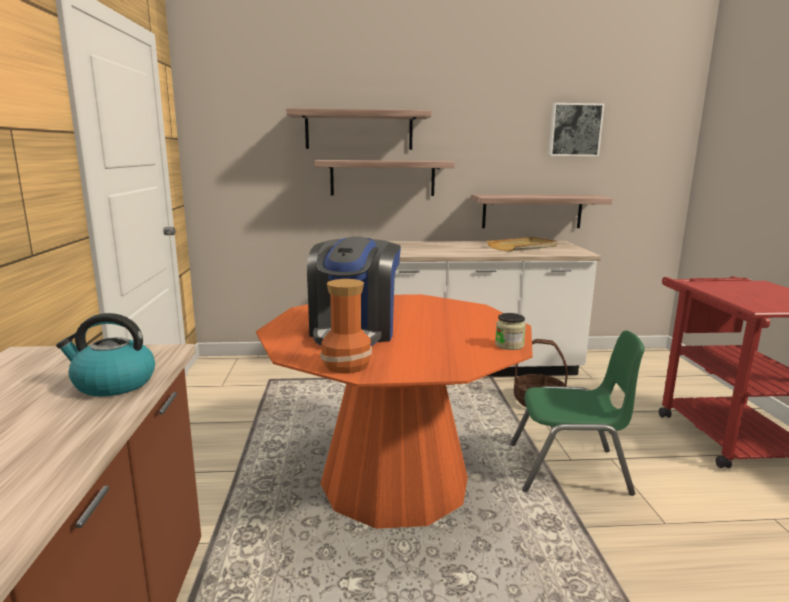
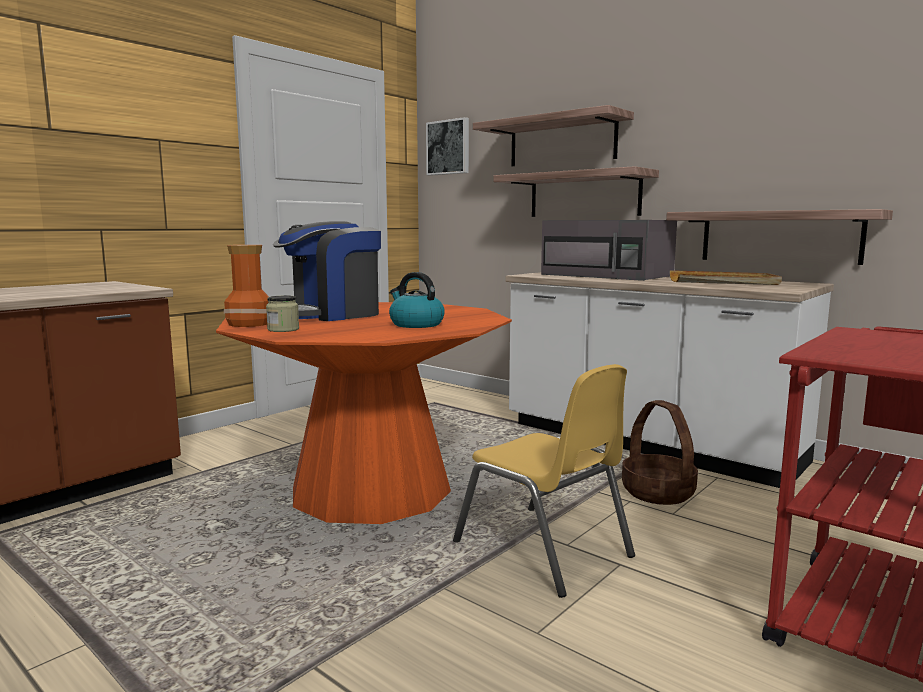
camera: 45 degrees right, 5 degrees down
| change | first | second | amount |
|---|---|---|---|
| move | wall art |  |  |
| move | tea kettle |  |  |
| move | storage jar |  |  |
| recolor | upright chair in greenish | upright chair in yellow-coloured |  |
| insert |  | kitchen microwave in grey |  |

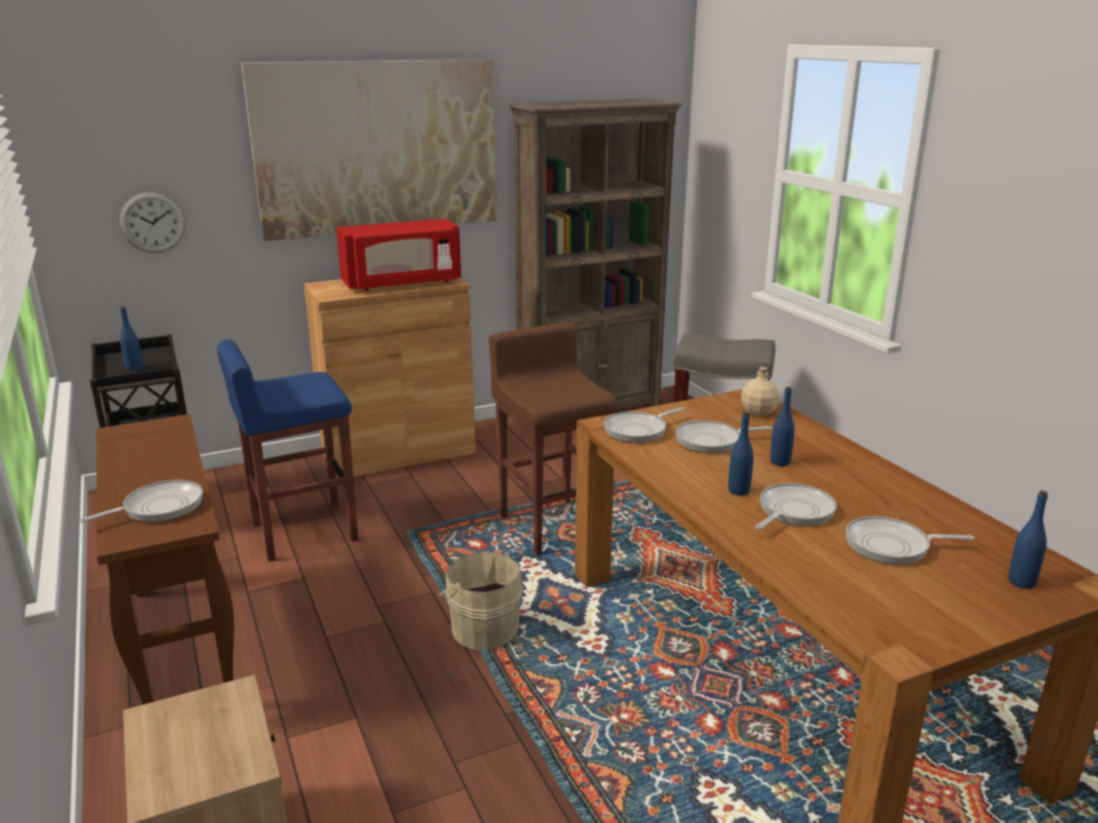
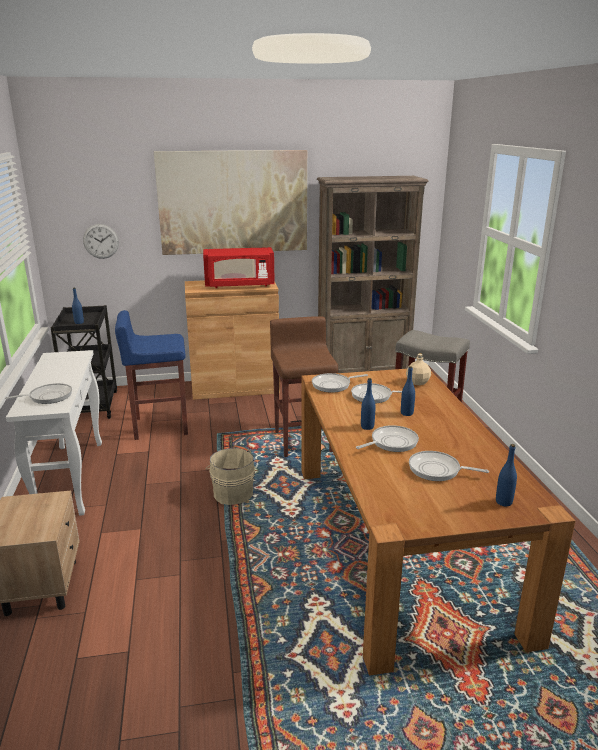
camera: 15 degrees right, 0 degrees up
| change | first | second | amount |
|---|---|---|---|
| recolor | console table in brownish | console table in whitish |  |

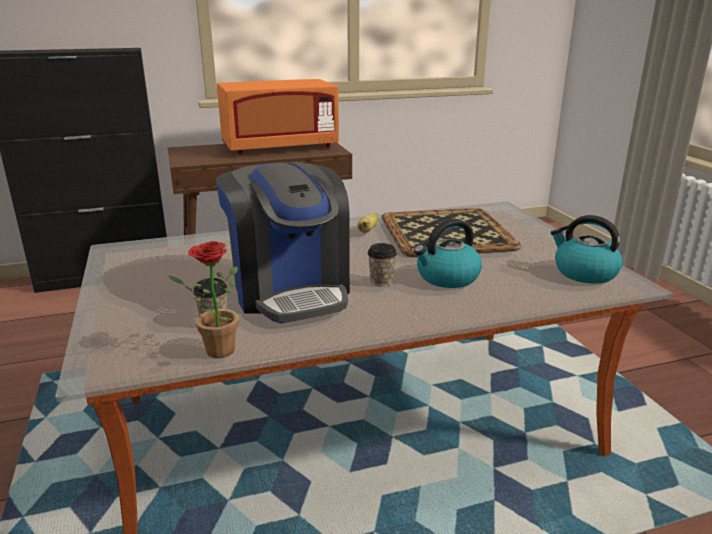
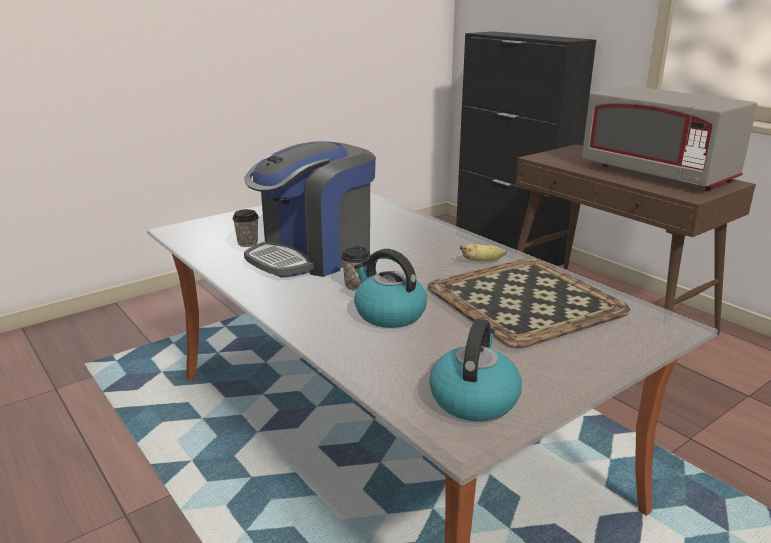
camera: 70 degrees right, 0 degrees up
| change | first | second | amount |
|---|---|---|---|
| recolor | kitchen microwave in orangey | kitchen microwave in grey |  |
| delete | houseplant |  |  |

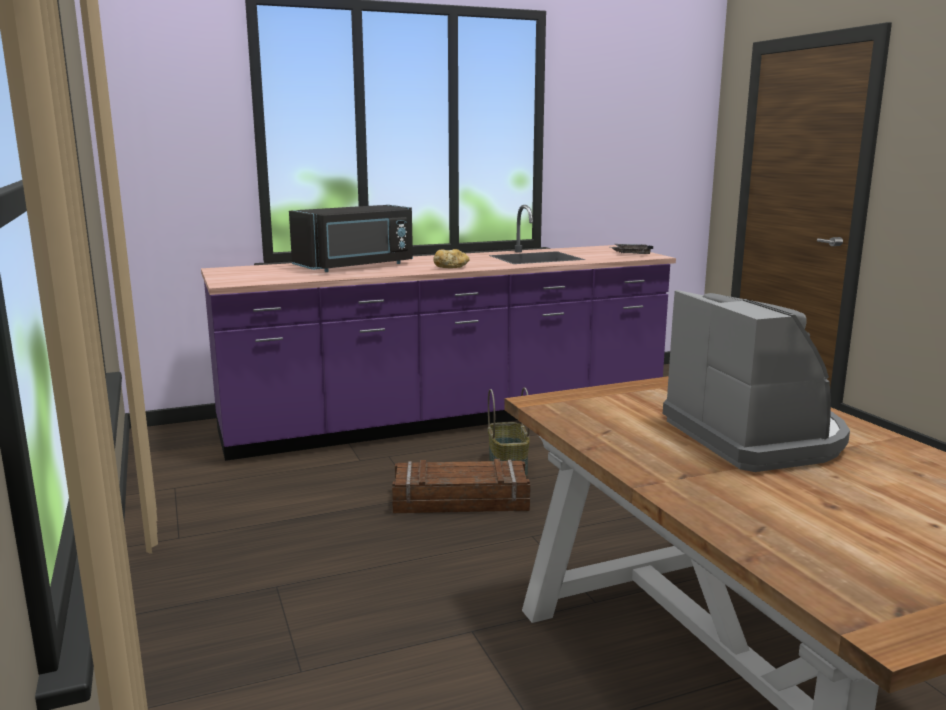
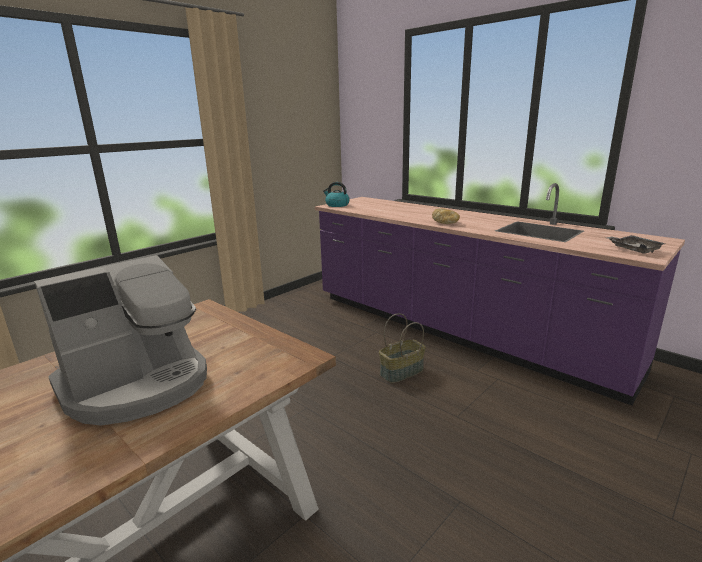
camera: 65 degrees right, 5 degrees up
| change | first | second | amount |
|---|---|---|---|
| delete | kitchen microwave in blackish |  |  |
| delete | packing crate |  |  |
| insert |  | tea kettle |  |

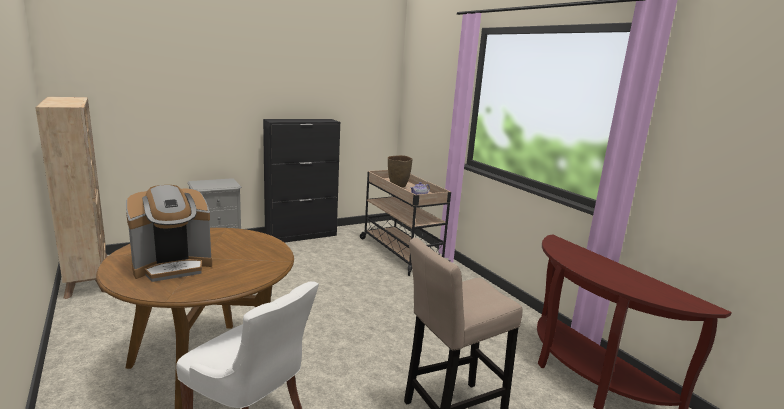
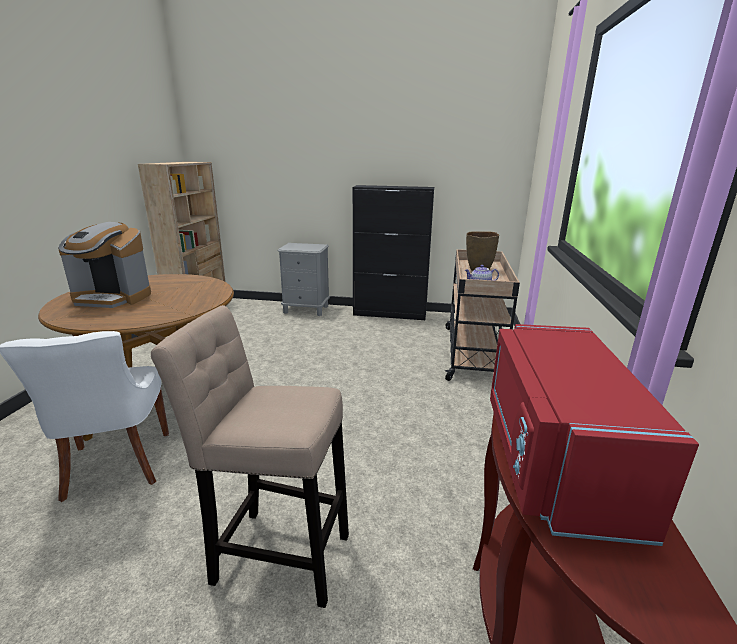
camera: 40 degrees right, 5 degrees up
| change | first | second | amount |
|---|---|---|---|
| insert |  | kitchen microwave in reddish |  |

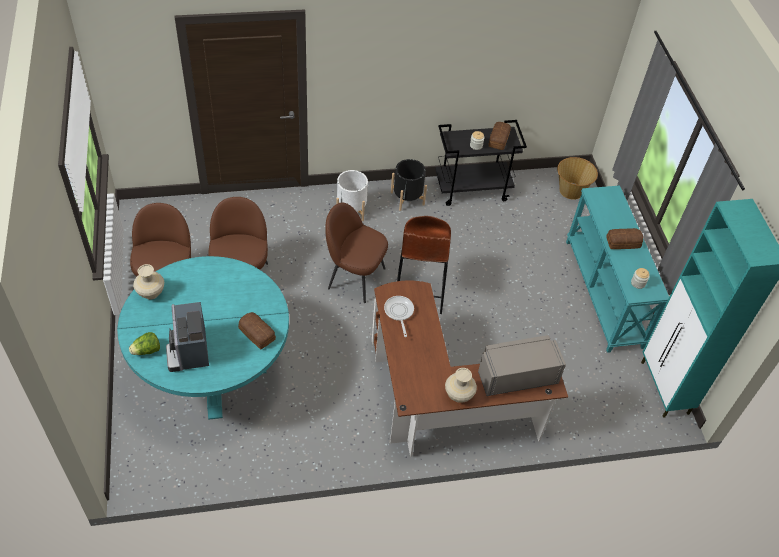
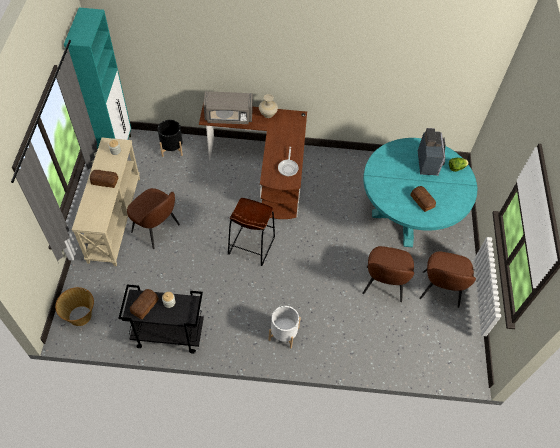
camera: 165 degrees left, 5 degrees up
| change | first | second | amount |
|---|---|---|---|
| move | plant pot in blackish |  |  |
| recolor | console table in turquoise | console table in beige |  |
| move | upright chair in brownish (3rd from left in the first image) | upright chair in brownish (1st from left) |  |
| delete | vase in beige (1st from left) |  |  |
| move | bread (1st from left in the first image) | bread (3rd from left) |  |

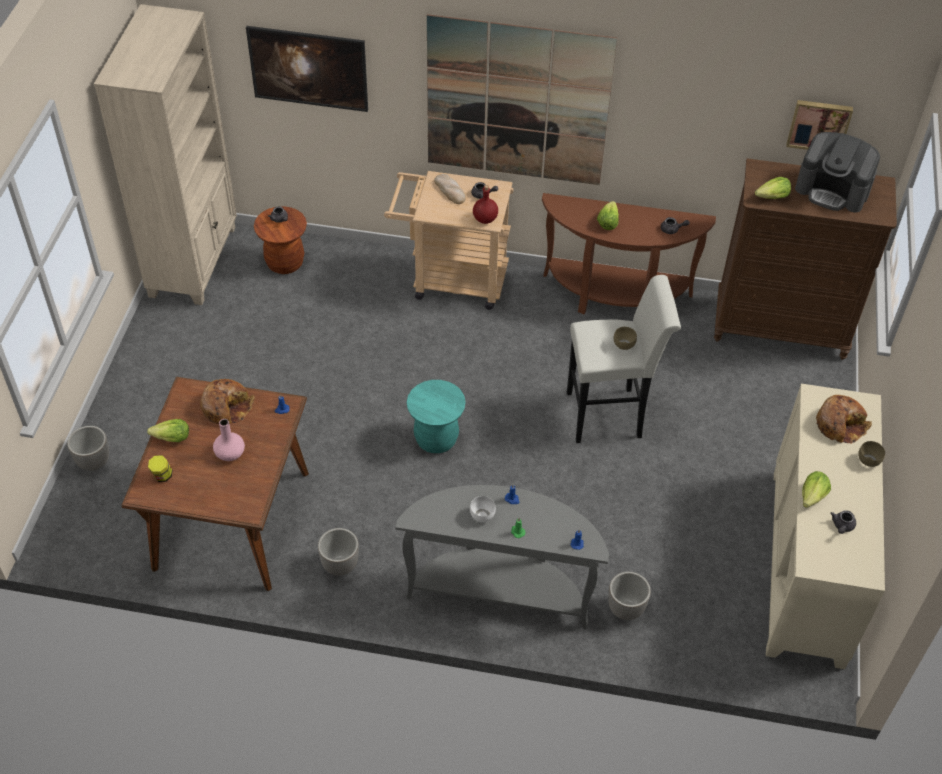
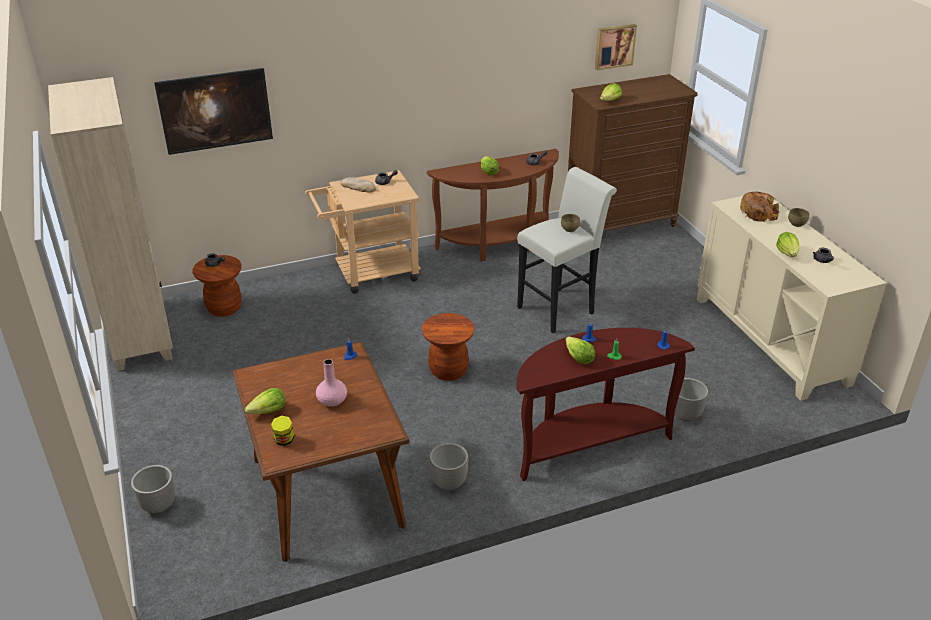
camera: 30 degrees left, 15 degrees down
| change | first | second | amount |
|---|---|---|---|
| delete | wall art (2nd from left) |  |  |
| delete | coffee brewer |  |  |
| delete | beverage bottle in reddish |  |  |
| delete | bread (1st from left) |  |  |
| recolor | stool seat in turquoise | stool seat in brownish (2nd from left) |  |
| recolor | console table in grey | console table in brownish (2nd from left) |  |
| replace | bowl in whitish | lettuce head (3rd from left) |  |

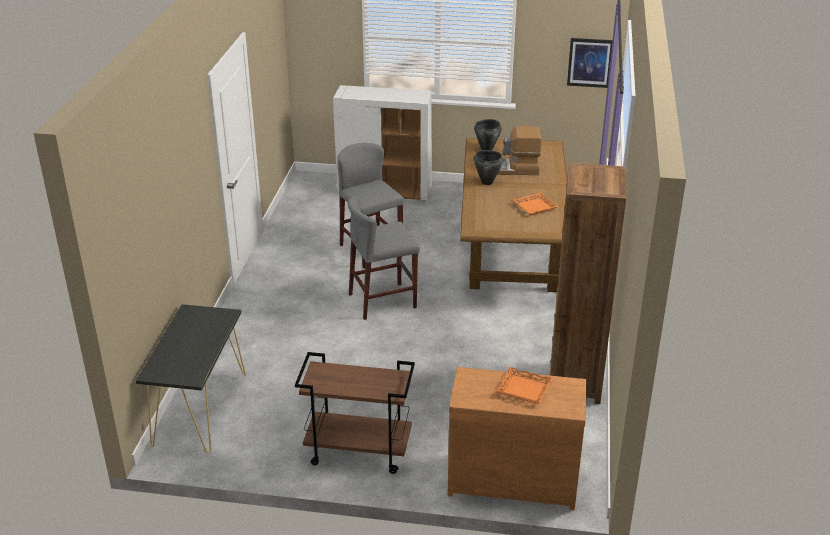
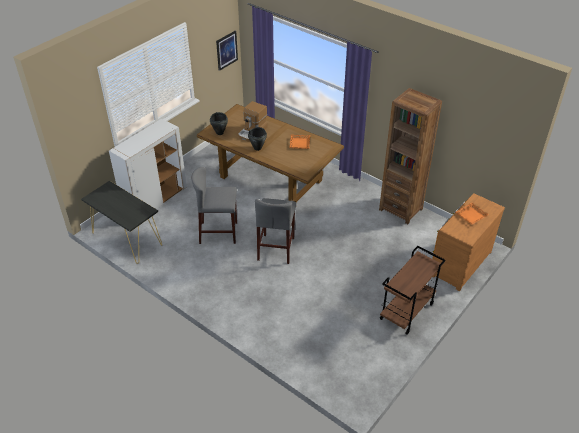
camera: 60 degrees left, 10 degrees up
| change | first | second | amount |
|---|---|---|---|
| move | console table in blackish |  |  |

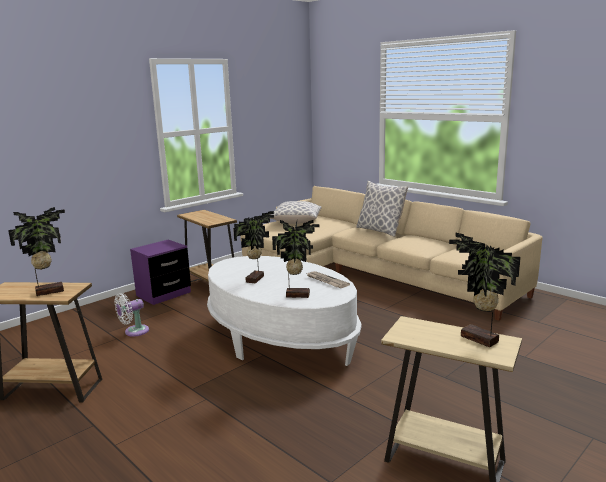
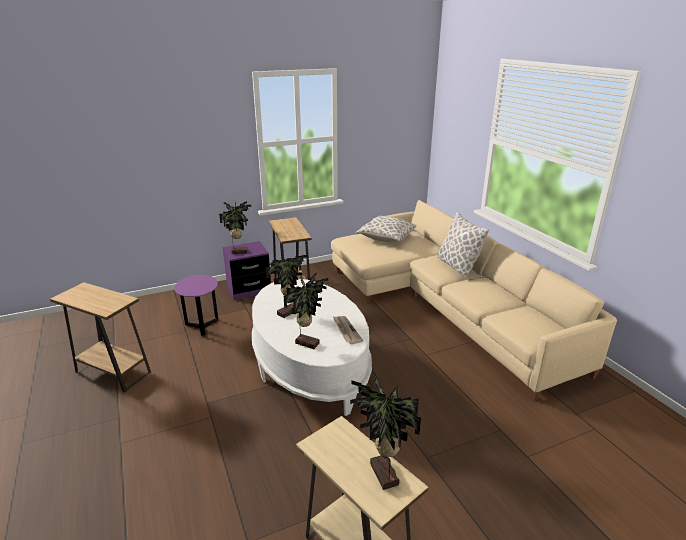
camera: 20 degrees right, 10 degrees up
| change | first | second | amount |
|---|---|---|---|
| move | houseplant (1st from left) |  |  |
| replace | cooling fan in whitish | side table in purple-coloured |  |

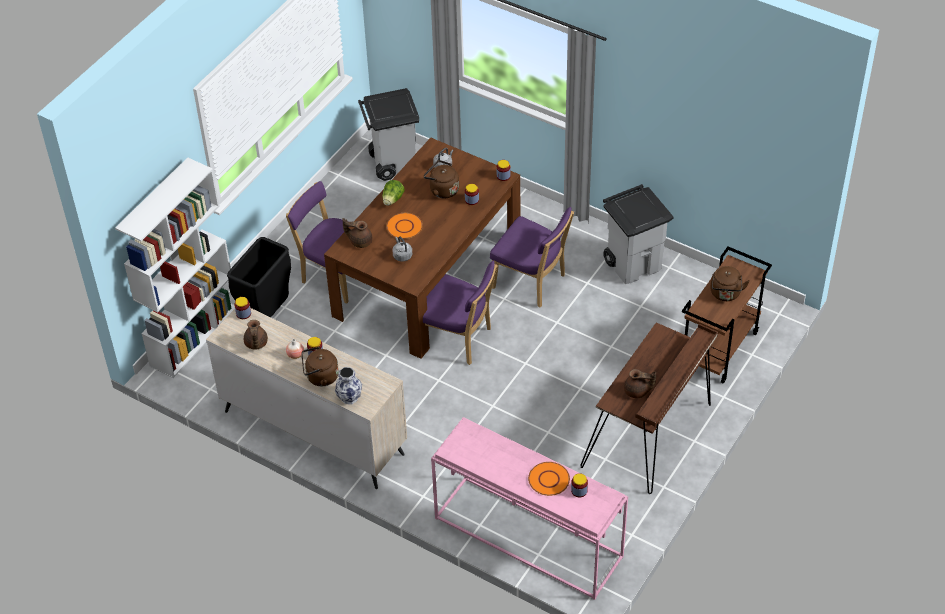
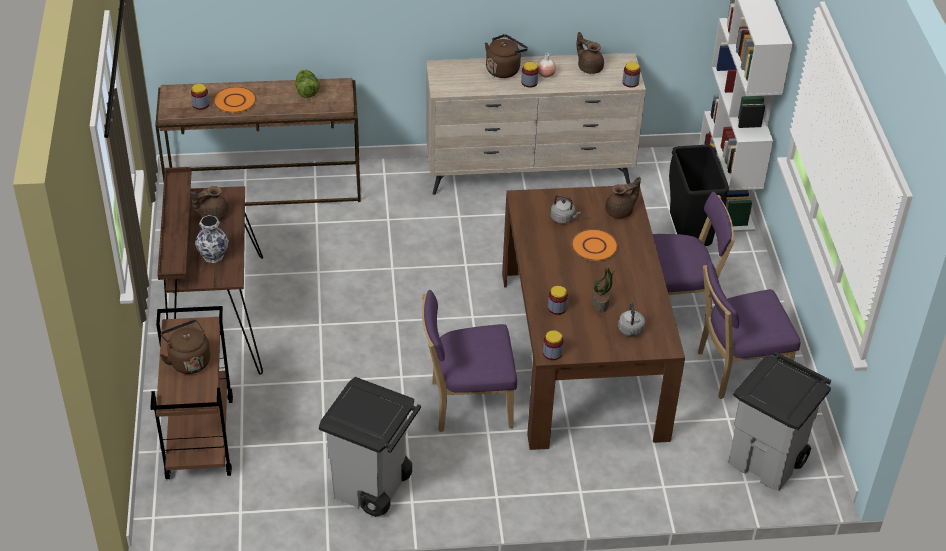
camera: 140 degrees right, 5 degrees down
| change | first | second | amount |
|---|---|---|---|
| replace | tea kettle in brownish (2nd from left) | houseplant |  |
| move | lettuce head |  |  |
| move | upright chair in purple-coloured (2nd from left in the first image) | upright chair in purple-coloured (3rd from left) |  |
| move | vase (2nd from left in the first image) | vase (1st from left) |  |
| recolor | console table in pink-coloured | console table in brownish |  |

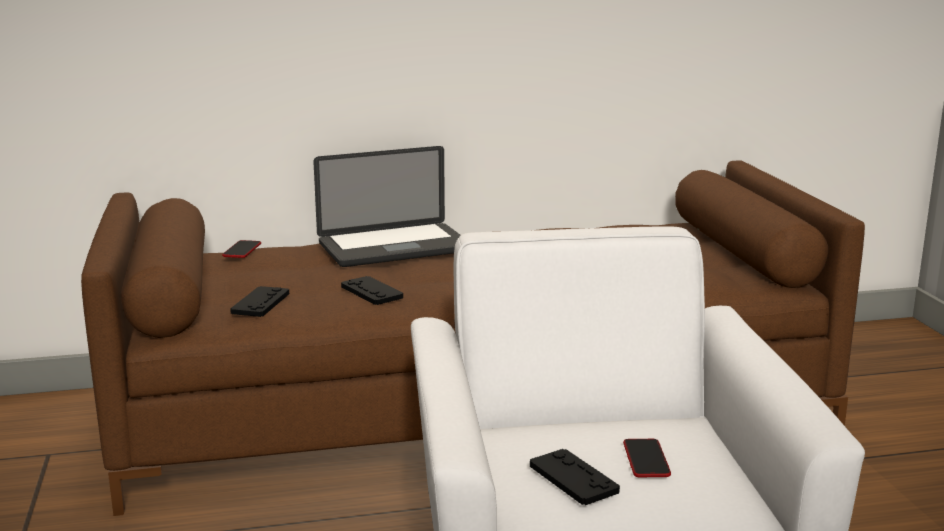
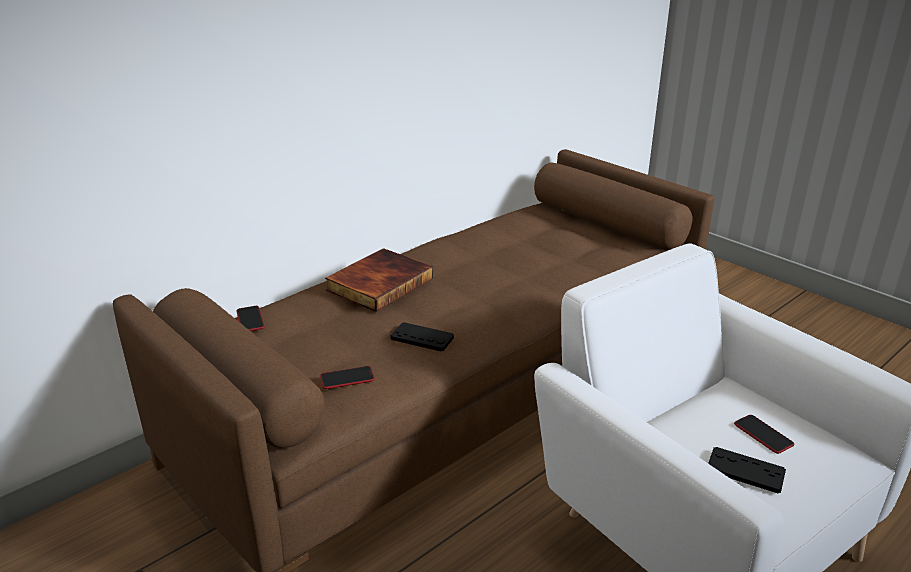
camera: 30 degrees left, 10 degrees up
| change | first | second | amount |
|---|---|---|---|
| replace | portable computer | volume |  |
| replace | game controller in blackish (1st from left) | telephone (2nd from left) |  |

